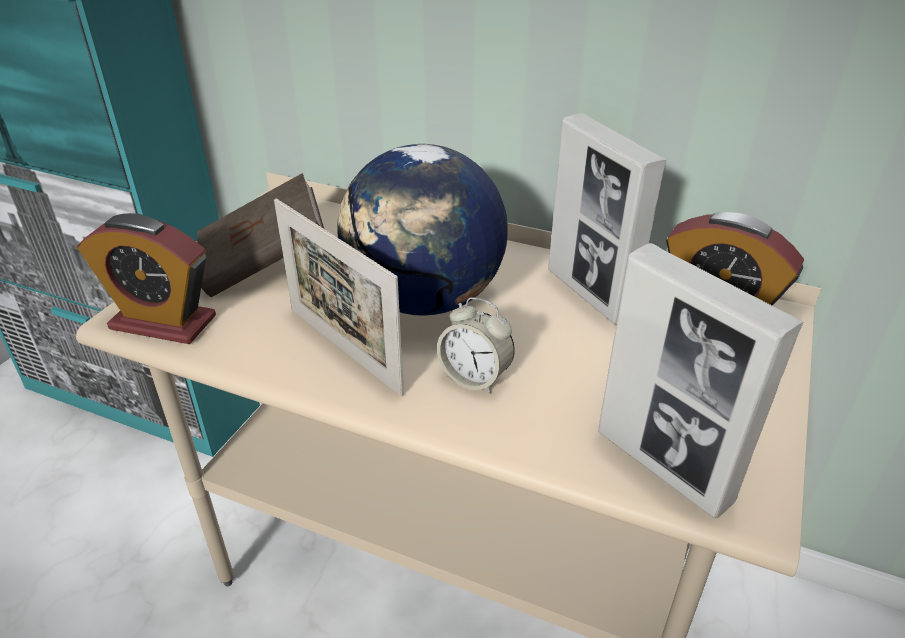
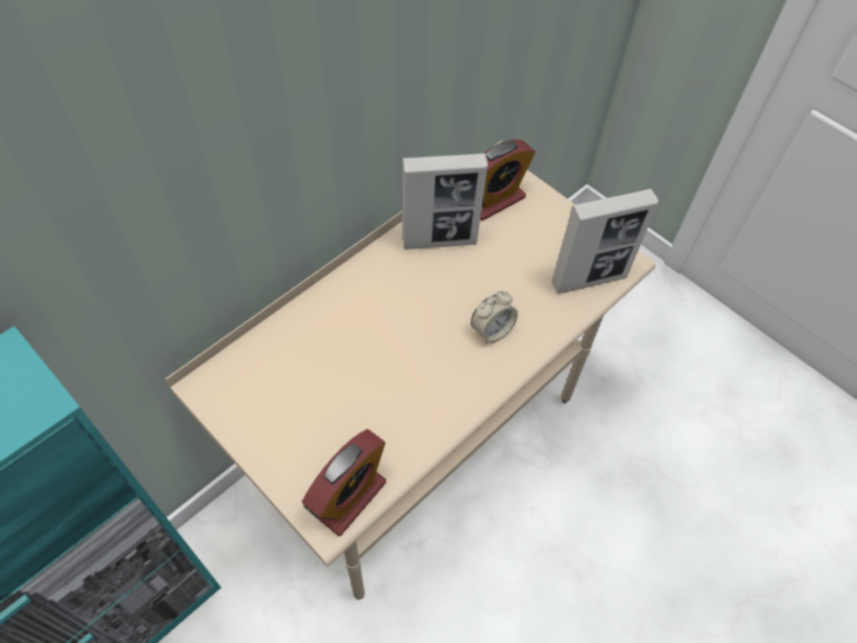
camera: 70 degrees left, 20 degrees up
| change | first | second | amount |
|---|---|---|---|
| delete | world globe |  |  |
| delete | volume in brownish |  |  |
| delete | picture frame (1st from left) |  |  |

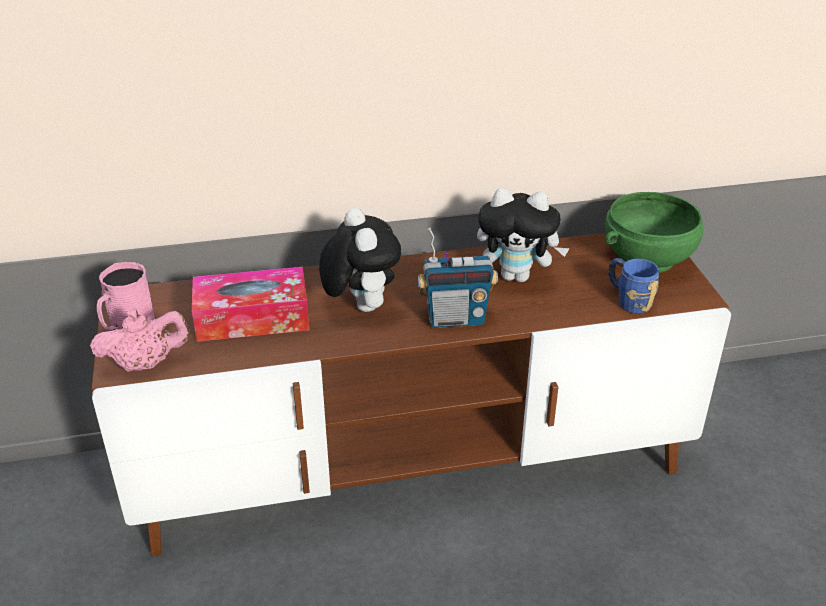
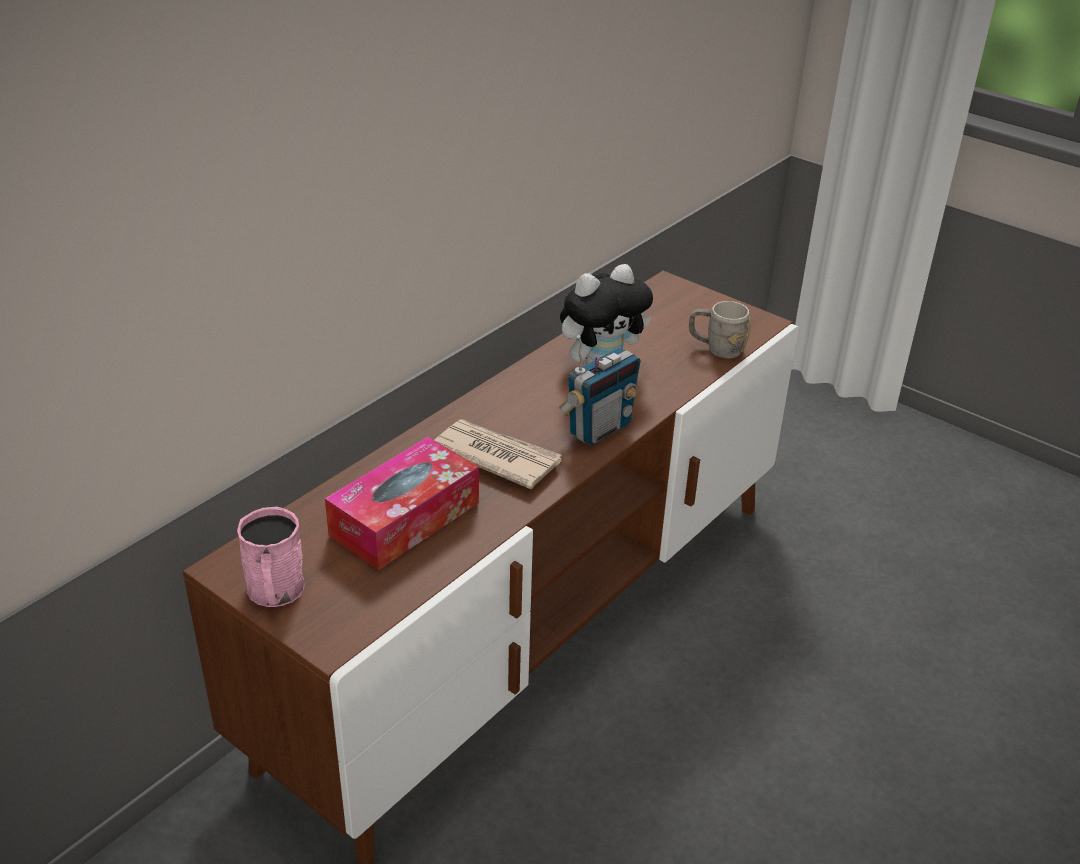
camera: 40 degrees left, 0 degrees up
| change | first | second | amount |
|---|---|---|---|
| delete | bowl in greenish |  |  |
| replace | soft toy (1st from left) | daily paper |  |
| recolor | mug in blue-coloured | mug in grey |  |
| delete | tea pot in pink-coloured |  |  |

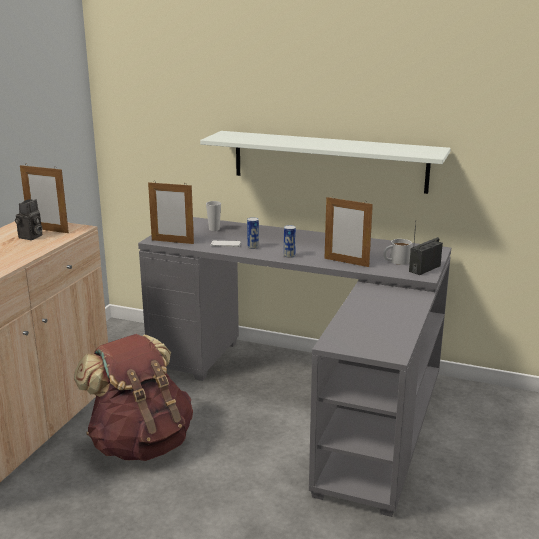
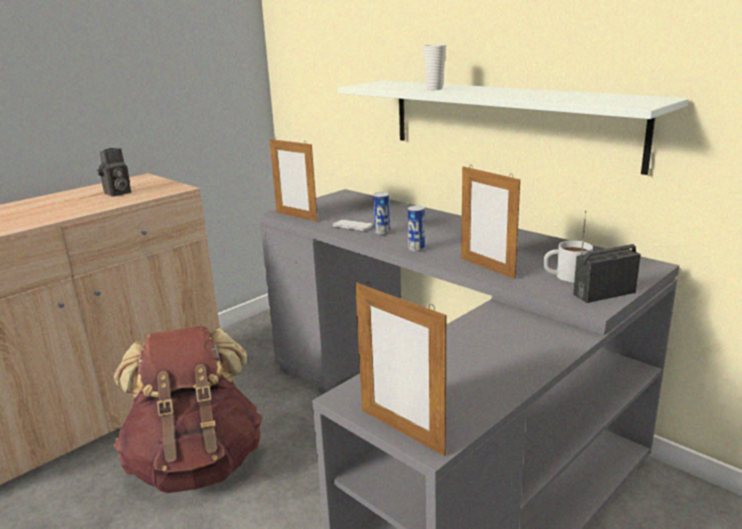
camera: 25 degrees right, 0 degrees up
| change | first | second | amount |
|---|---|---|---|
| move | picture frame (1st from left in the first image) | picture frame (2nd from left) |  |
| move | cup |  |  |

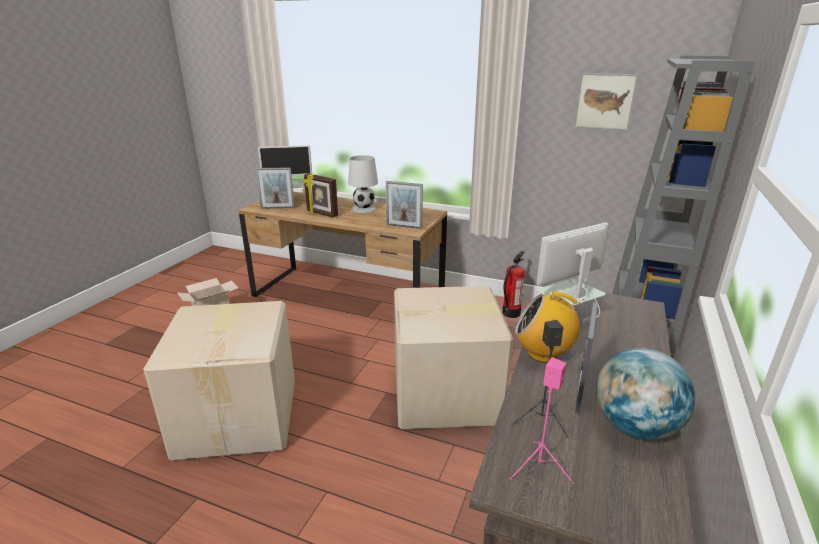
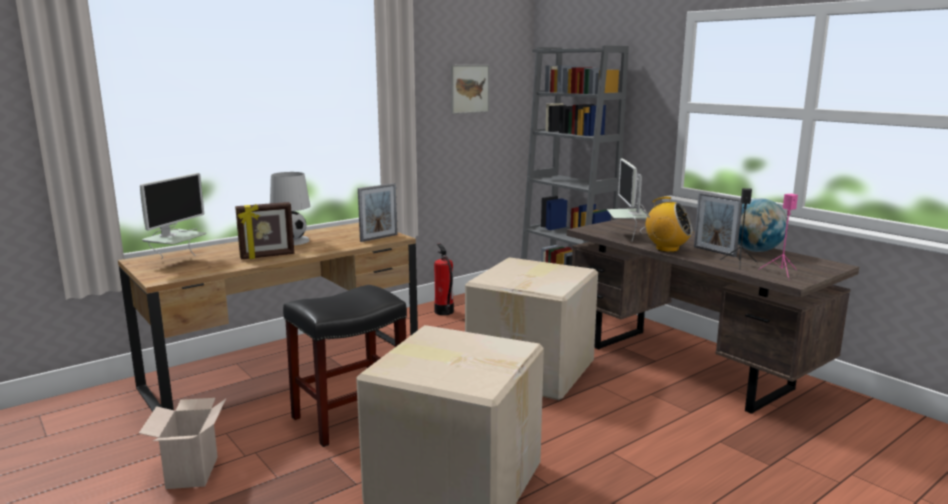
camera: 60 degrees left, 10 degrees down
| change | first | second | amount |
|---|---|---|---|
| delete | picture frame (1st from left) |  |  |
| rotate | radio set |  | 105 degrees counterclockwise |
| insert |  | stool seat in blackish |  |

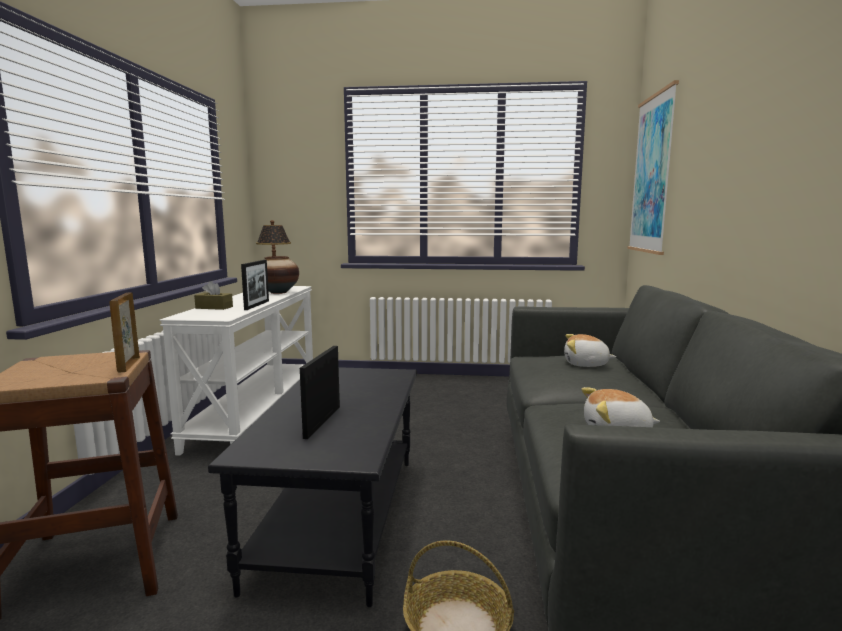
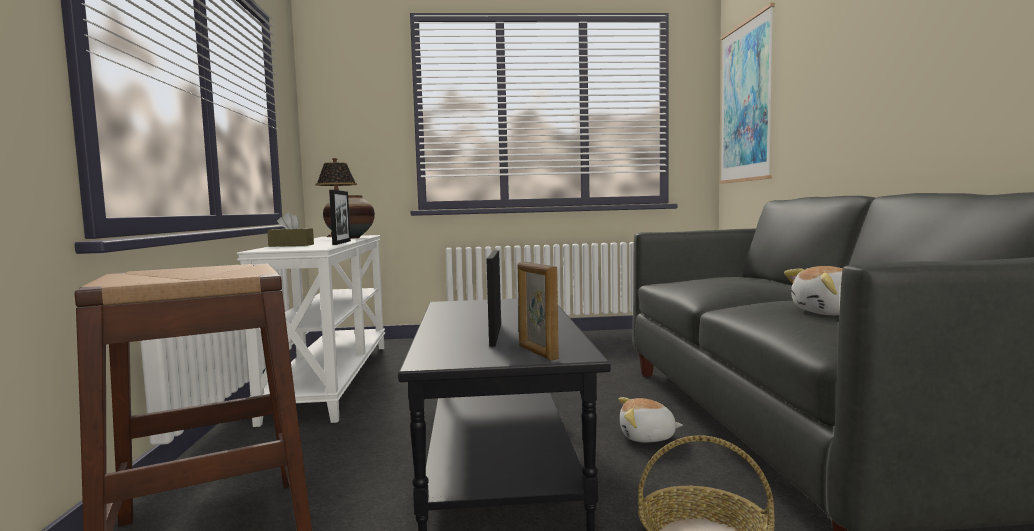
camera: 10 degrees left, 5 degrees down
| change | first | second | amount |
|---|---|---|---|
| move | picture frame (1st from left in the first image) | picture frame (3rd from left) |  |
| move | soft toy (1st from left) |  |  |

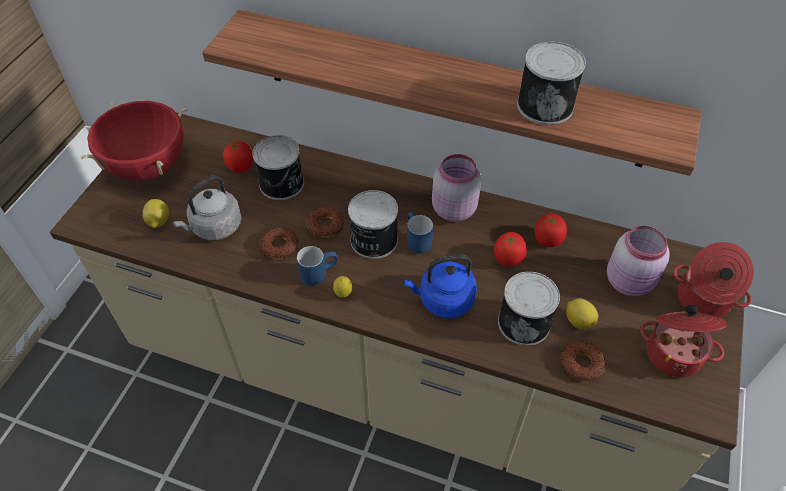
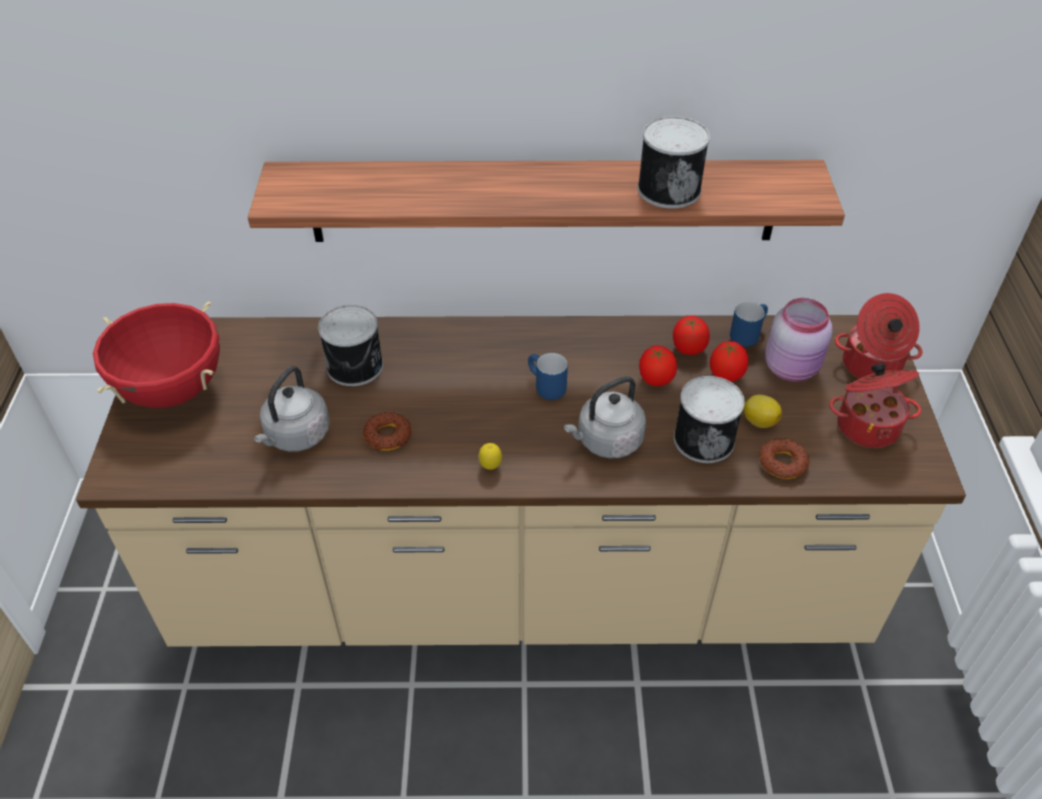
camera: 20 degrees left, 5 degrees down
| change | first | second | amount |
|---|---|---|---|
| move | tomato (1st from left in the first image) | tomato (3rd from left) |  |
| delete | storage jar in pink-coloured (1st from left) |  |  |
| delete | sealed can (2nd from left) |  |  |
| delete | whole lemon (1st from left) |  |  |
| delete | donut (2nd from left) |  |  |
| move | mug in blue-coloured (1st from left in the first image) | mug in blue-coloured (2nd from left) |  |
| recolor | tea kettle in blue-coloured | tea kettle in grey (2nd from left) |  |

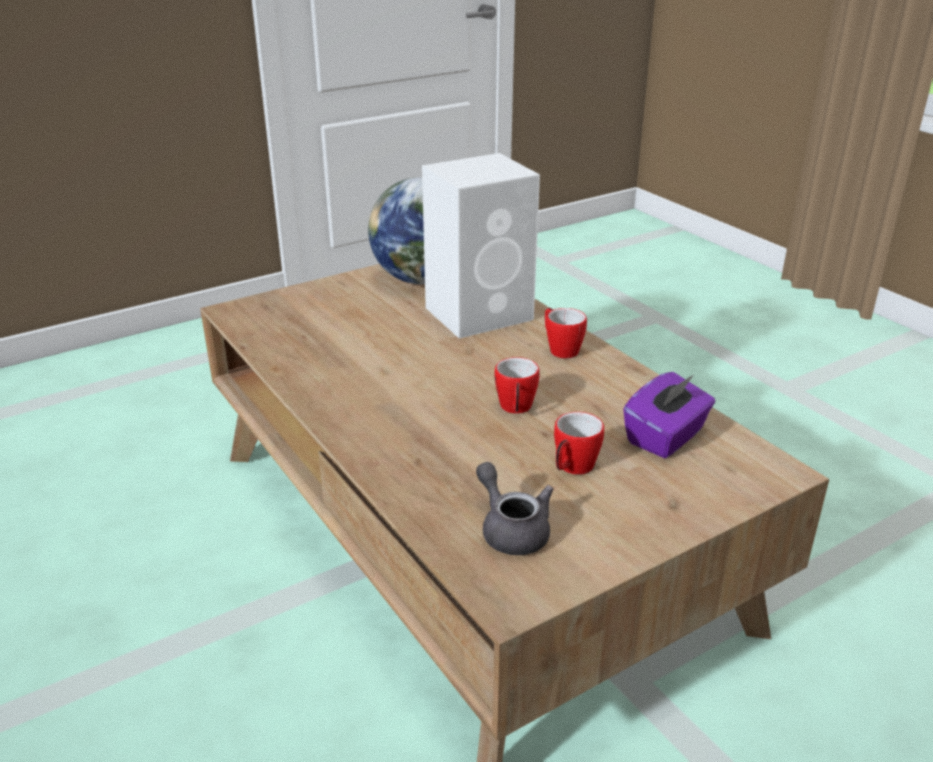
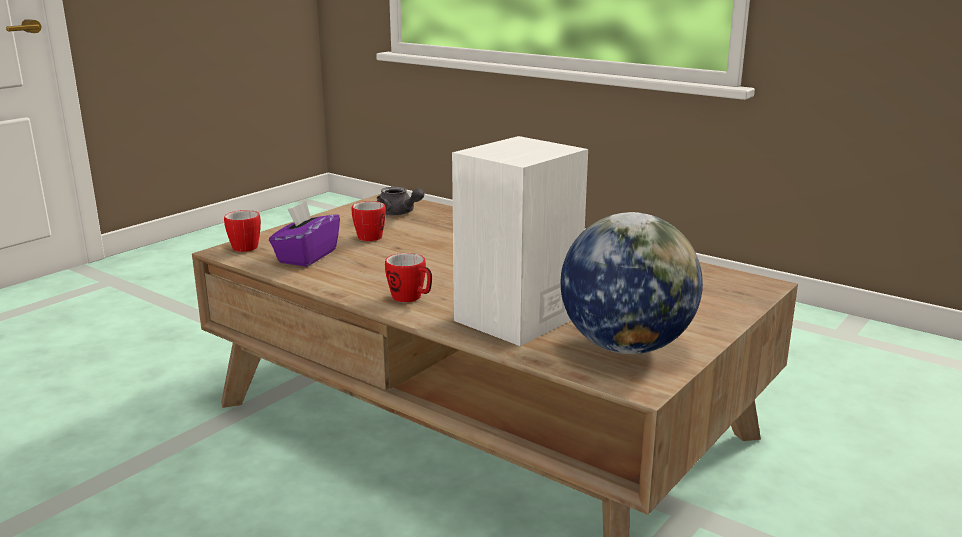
camera: 160 degrees right, 10 degrees down
| change | first | second | amount |
|---|---|---|---|
| move | mug (1st from left) |  |  |

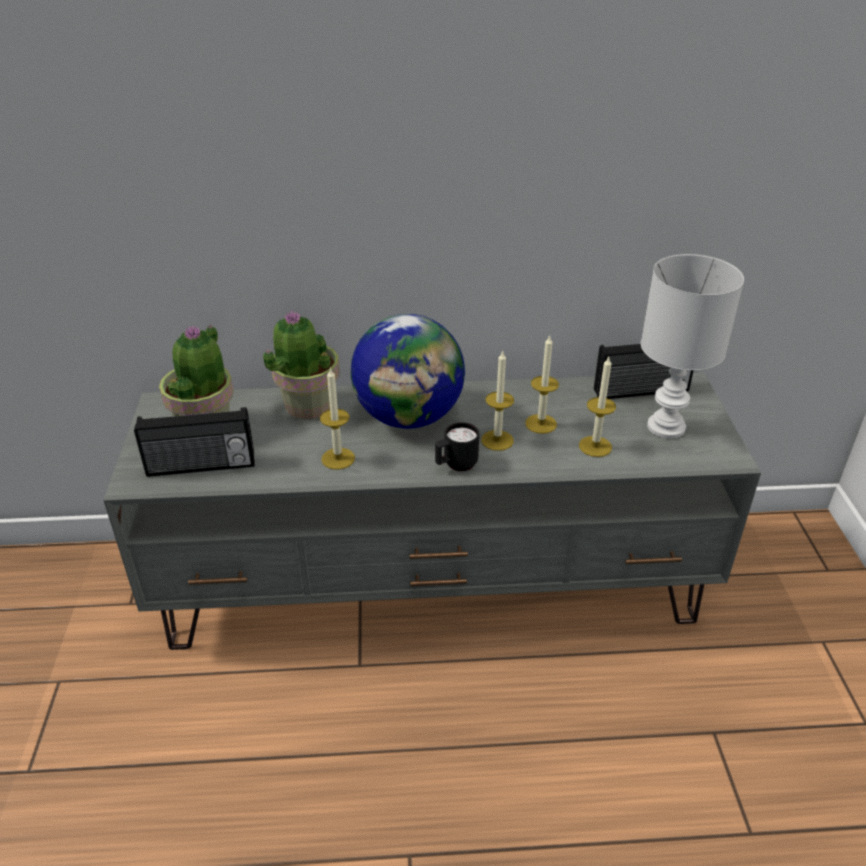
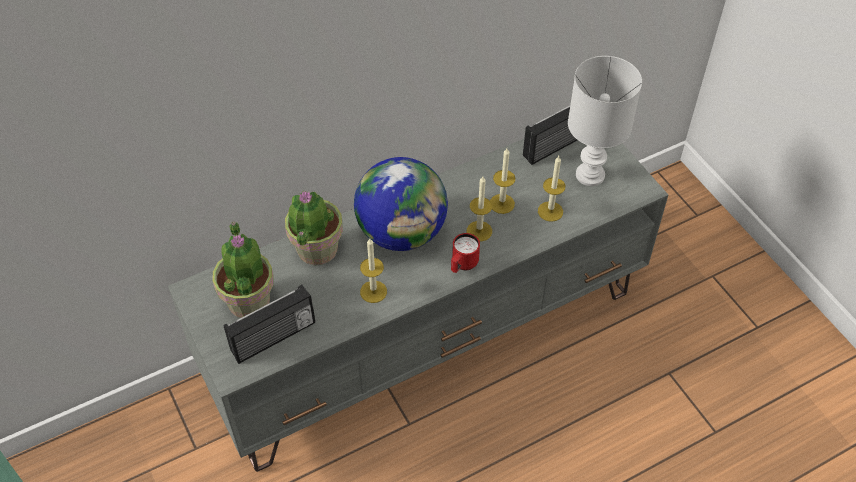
camera: 25 degrees left, 15 degrees up
| change | first | second | amount |
|---|---|---|---|
| recolor | mug in blackish | mug in reddish |  |

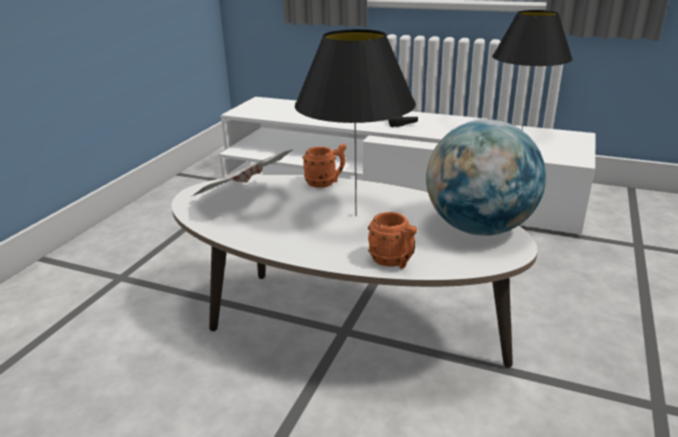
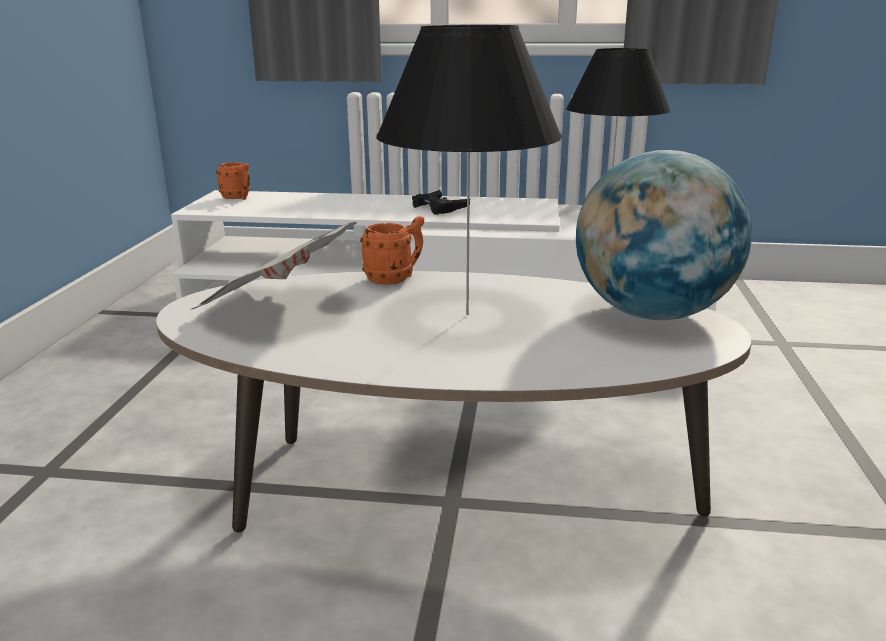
camera: 15 degrees left, 5 degrees down
| change | first | second | amount |
|---|---|---|---|
| move | mug in orangey (2nd from left in the first image) | mug in orangey (1st from left) |  |

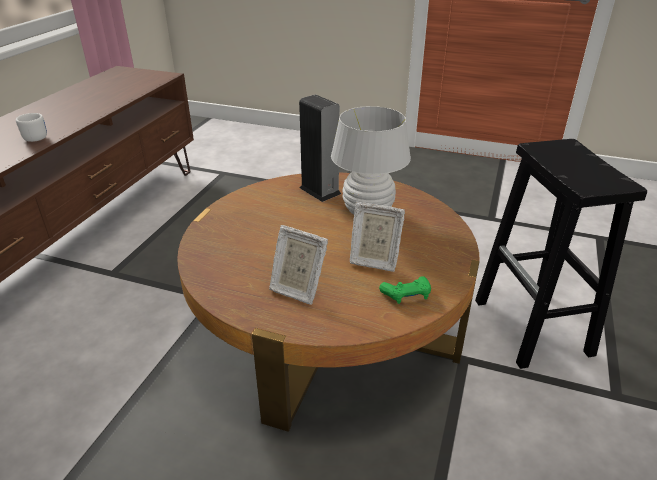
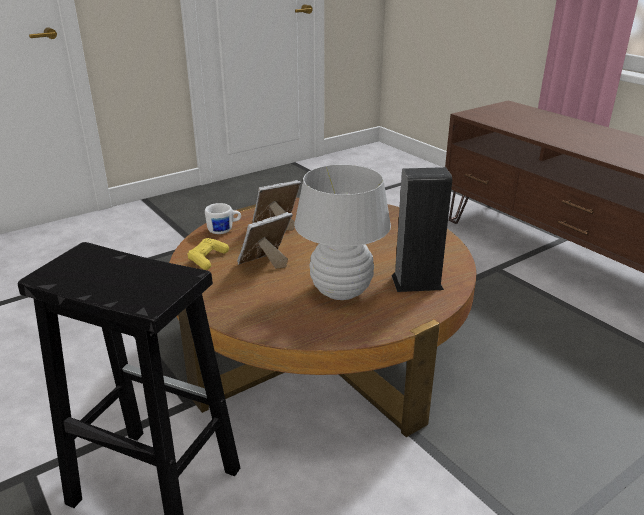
camera: 125 degrees right, 5 degrees down
| change | first | second | amount |
|---|---|---|---|
| move | mug in whitish |  |  |
| recolor | game controller in greenish | game controller in yellow-coloured |  |

